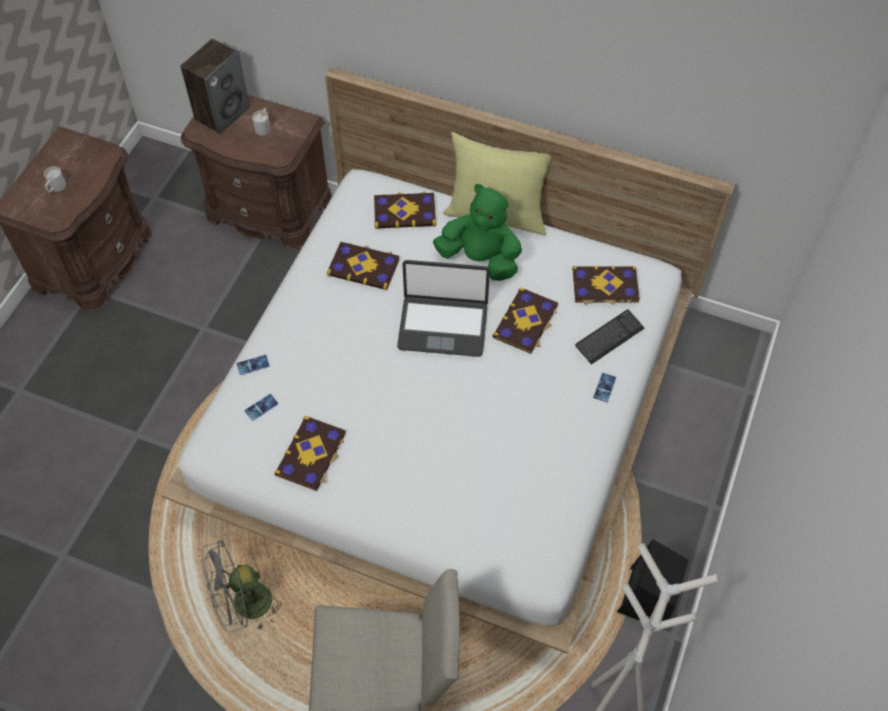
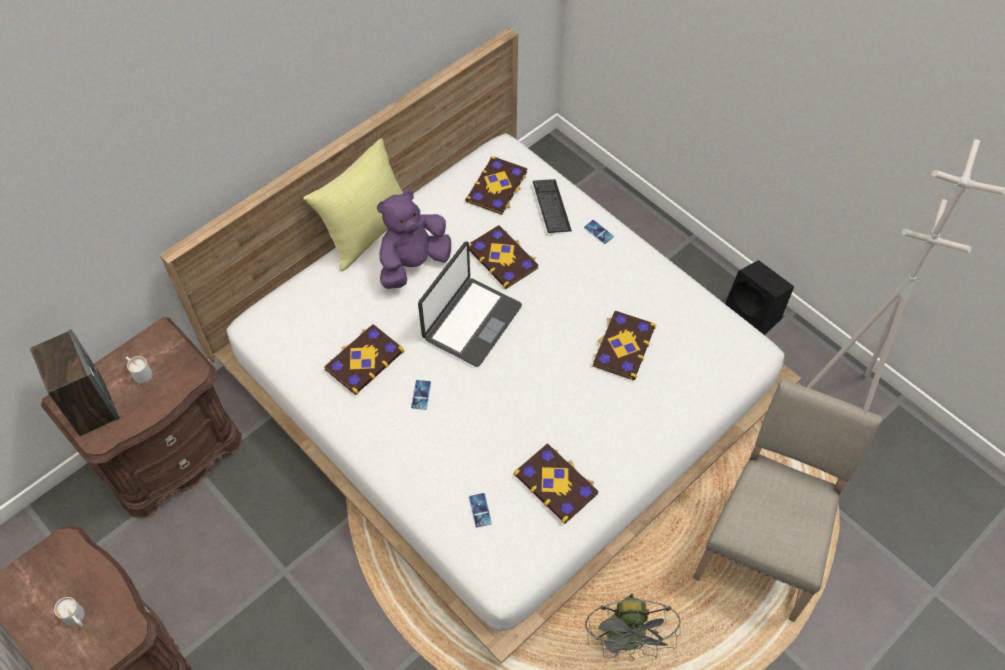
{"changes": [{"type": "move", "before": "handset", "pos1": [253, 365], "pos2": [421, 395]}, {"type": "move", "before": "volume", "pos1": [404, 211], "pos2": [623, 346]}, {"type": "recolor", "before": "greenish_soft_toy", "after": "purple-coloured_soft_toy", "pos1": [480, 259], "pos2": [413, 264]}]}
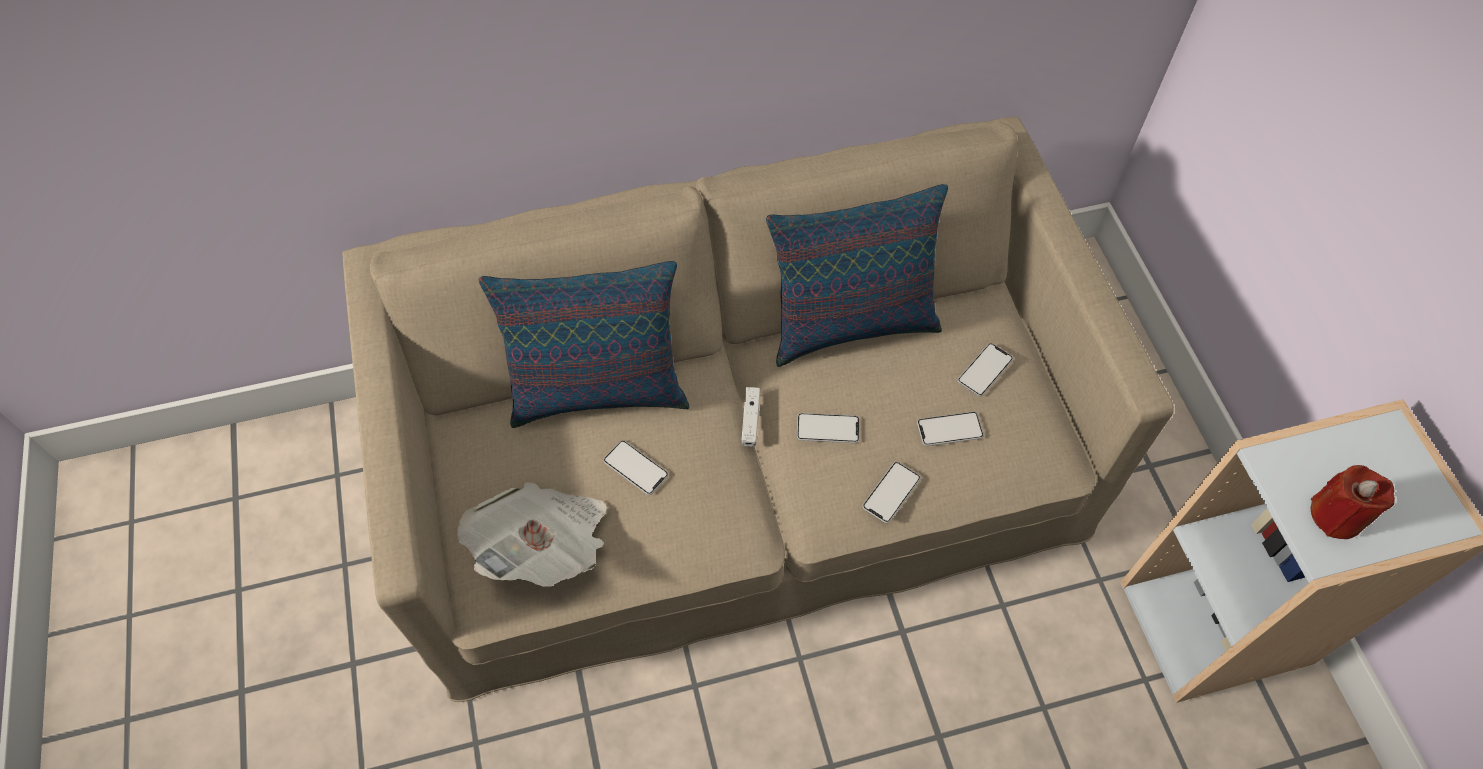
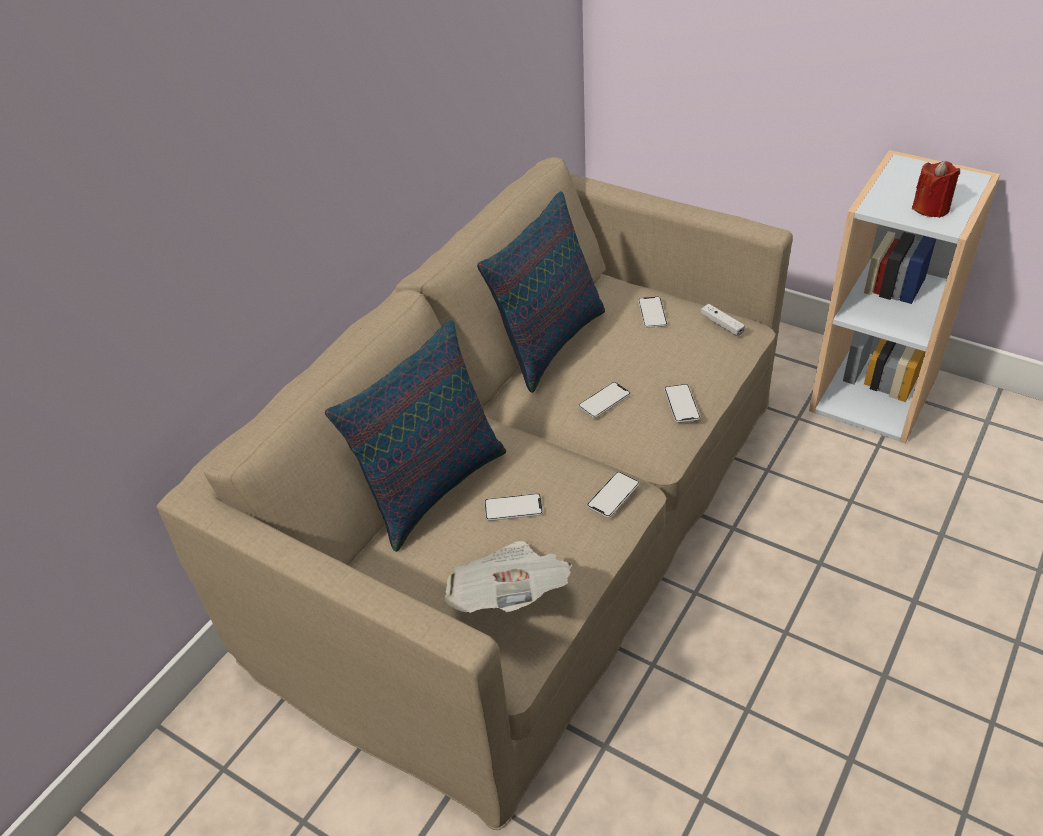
{"changes": [{"type": "move", "before": "white_gamepad", "pos1": [750, 420], "pos2": [722, 324]}, {"type": "move", "before": "handset", "pos1": [949, 429], "pos2": [613, 495]}]}
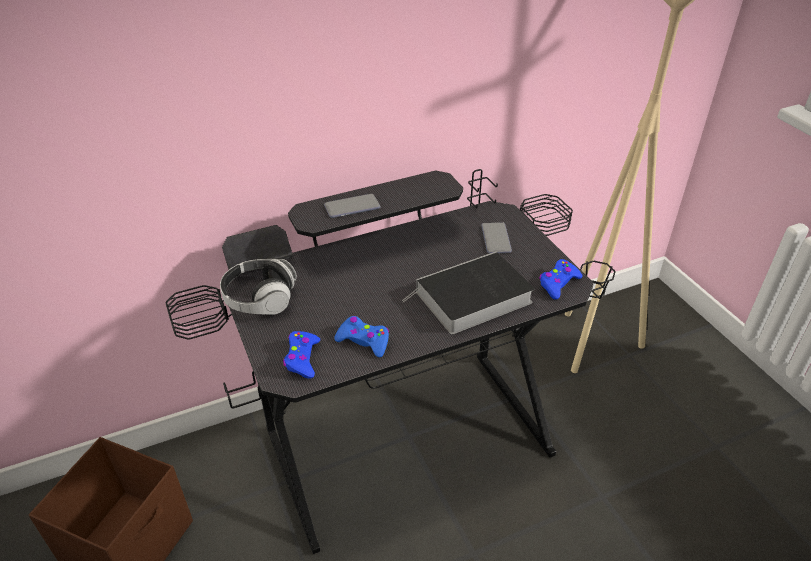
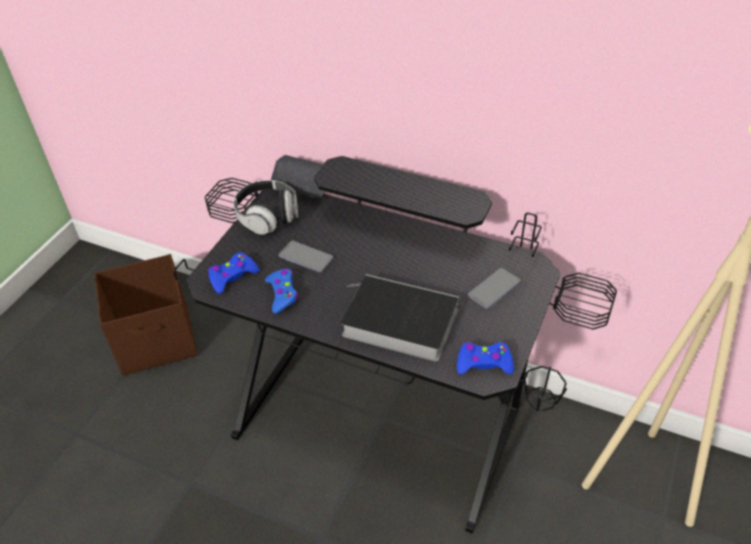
{"changes": [{"type": "move", "before": "handset", "pos1": [352, 207], "pos2": [305, 257]}]}
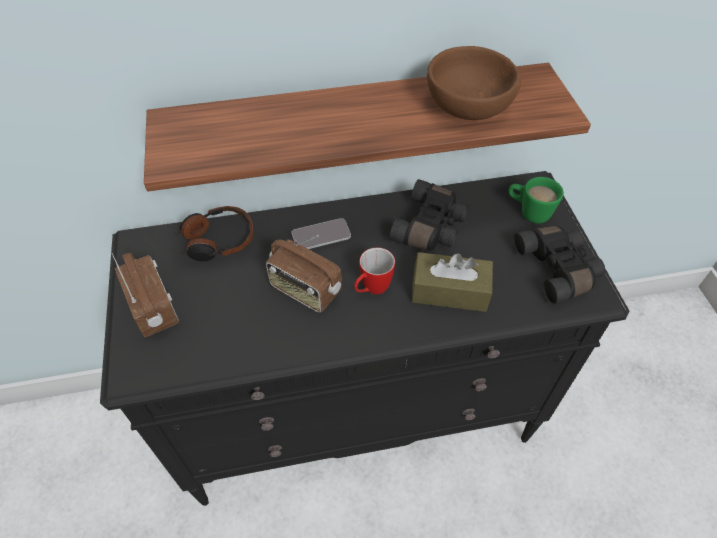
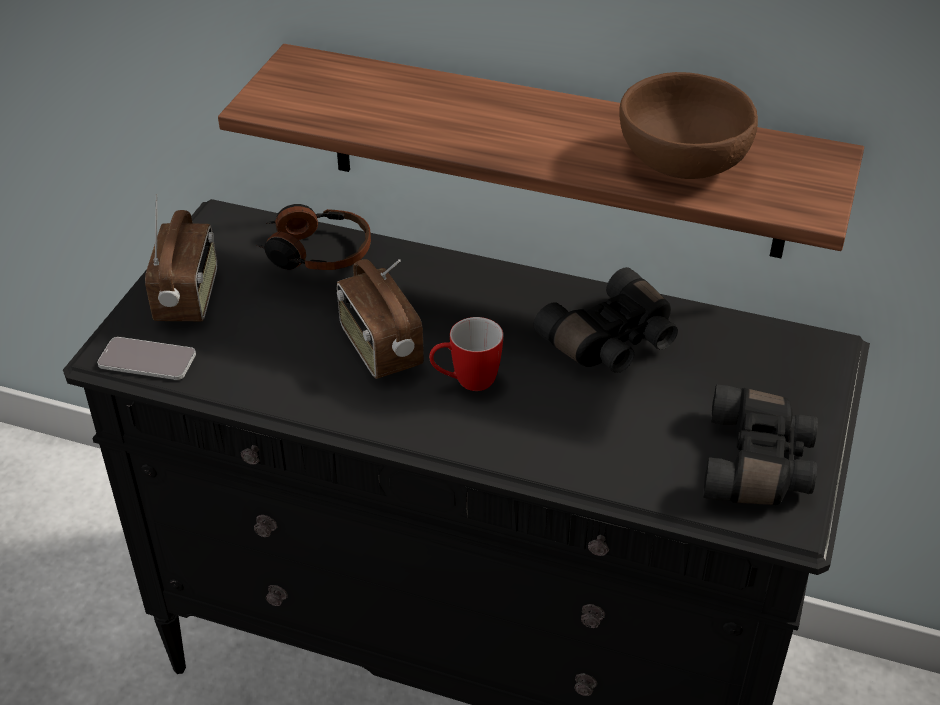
{"changes": [{"type": "move", "before": "handset", "pos1": [321, 235], "pos2": [147, 360]}, {"type": "delete", "before": "brownish_tissue_holder", "pos1": [449, 291]}, {"type": "delete", "before": "greenish_tea_mug", "pos1": [528, 212]}]}
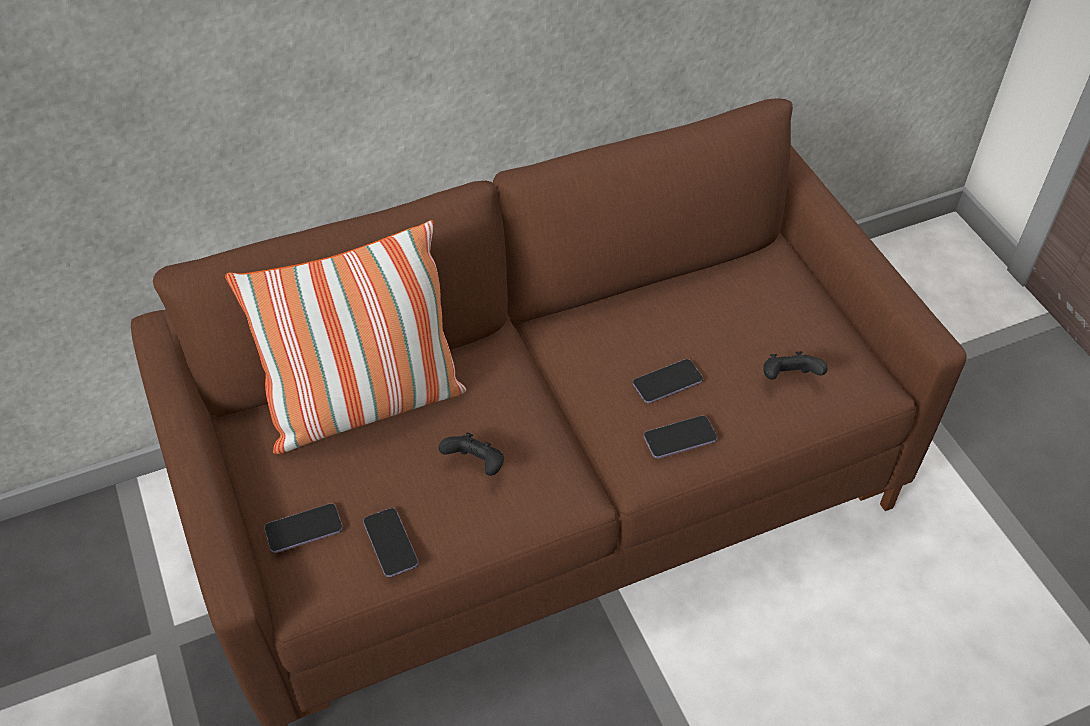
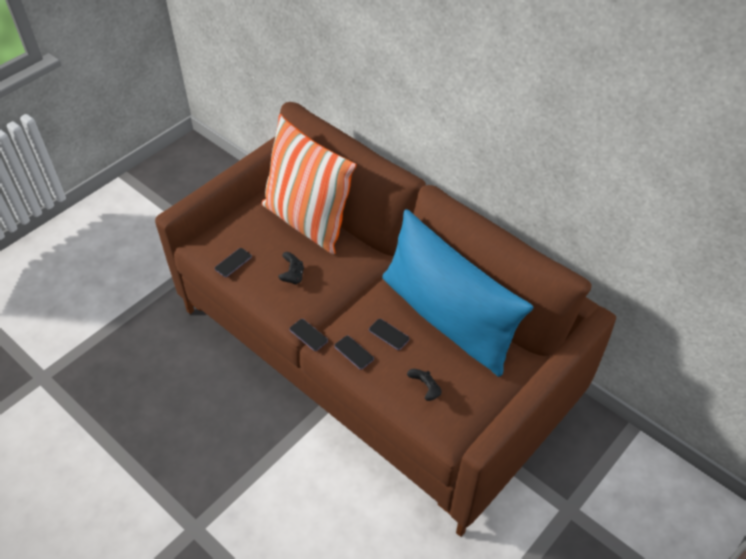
{"changes": [{"type": "move", "before": "handset", "pos1": [304, 529], "pos2": [308, 335]}, {"type": "insert", "after": "blue-coloured_cushion", "pos2": [447, 318]}]}
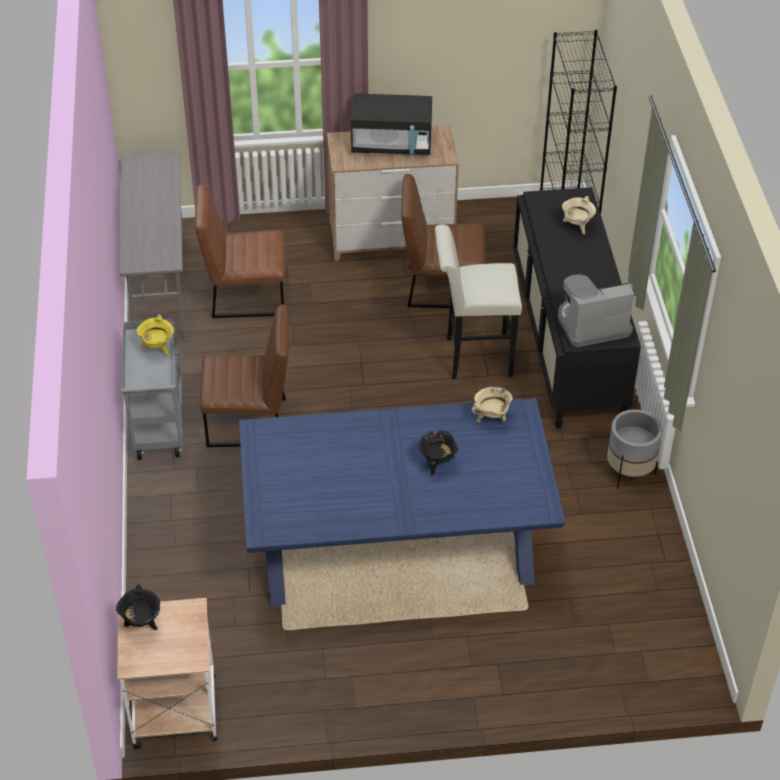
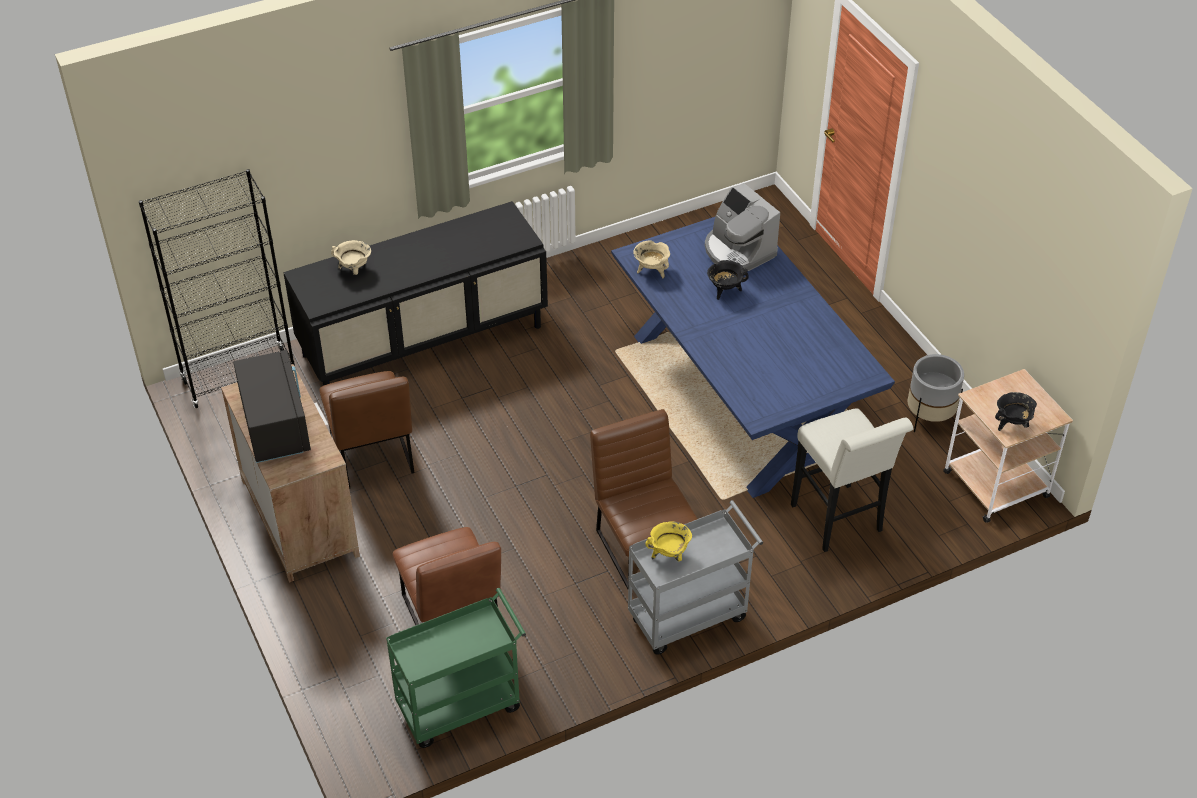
{"changes": [{"type": "replace", "before": "greyish_desk_unit", "after": "greenish_wheeled_cart", "pos1": [159, 284], "pos2": [462, 710]}, {"type": "move", "before": "white_stool", "pos1": [472, 357], "pos2": [839, 522]}, {"type": "move", "before": "coffee_maker", "pos1": [591, 324], "pos2": [738, 251]}, {"type": "move", "before": "greyish_planter", "pos1": [629, 472], "pos2": [929, 418]}]}
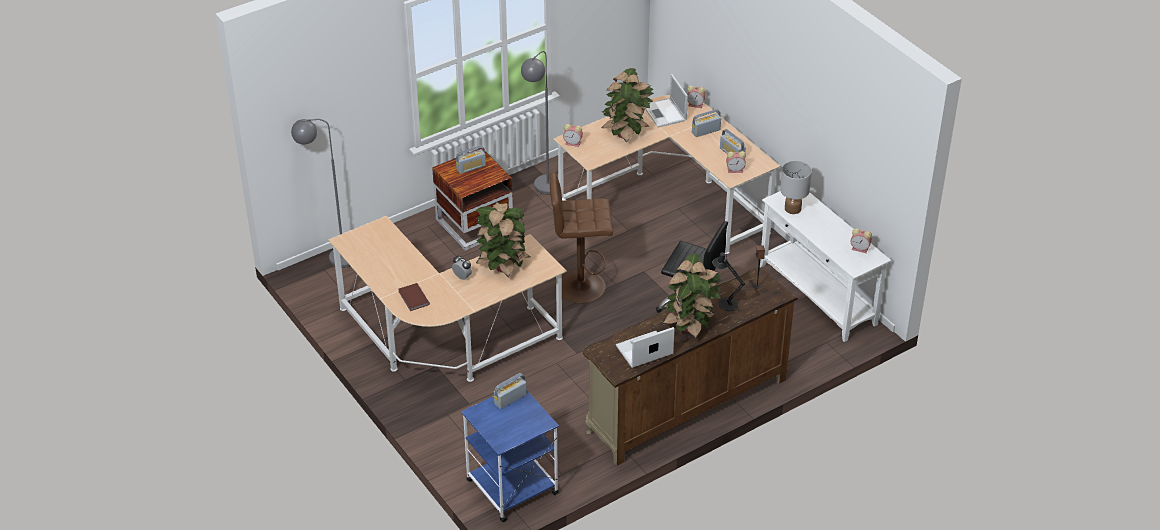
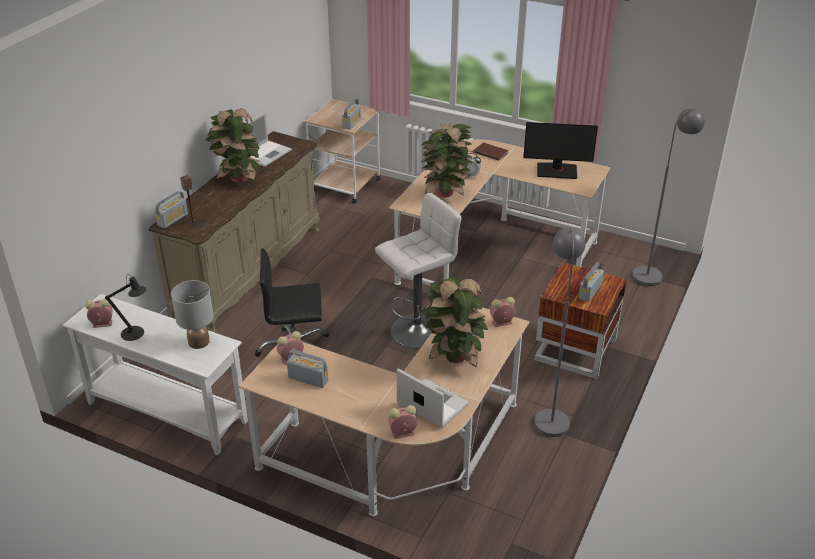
{"changes": [{"type": "recolor", "before": "blue-coloured_wheeled_cart", "after": "beige-coloured_wheeled_cart", "pos1": [511, 488], "pos2": [346, 185]}, {"type": "recolor", "before": "brownish_stool", "after": "white_stool", "pos1": [580, 286], "pos2": [418, 331]}, {"type": "move", "before": "radio_set", "pos1": [706, 131], "pos2": [172, 220]}, {"type": "move", "before": "black_lamp_for_a_table", "pos1": [725, 303], "pos2": [135, 333]}, {"type": "insert", "after": "computer_display", "pos2": [556, 171]}]}
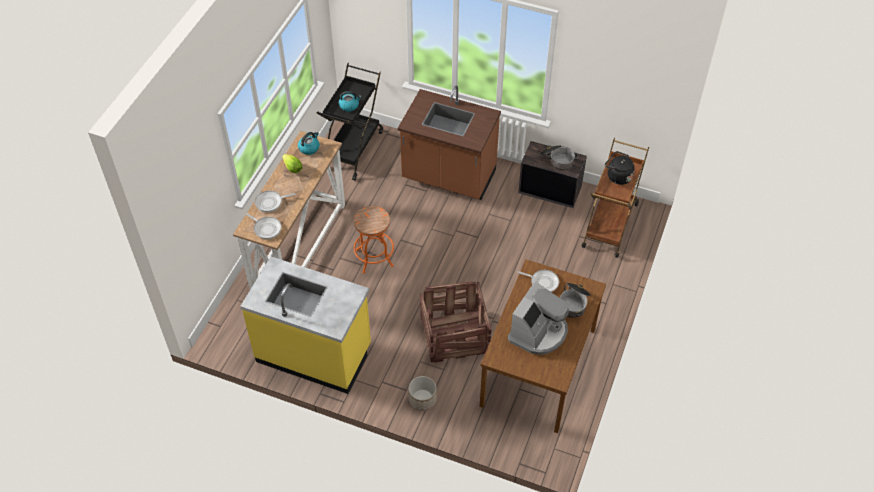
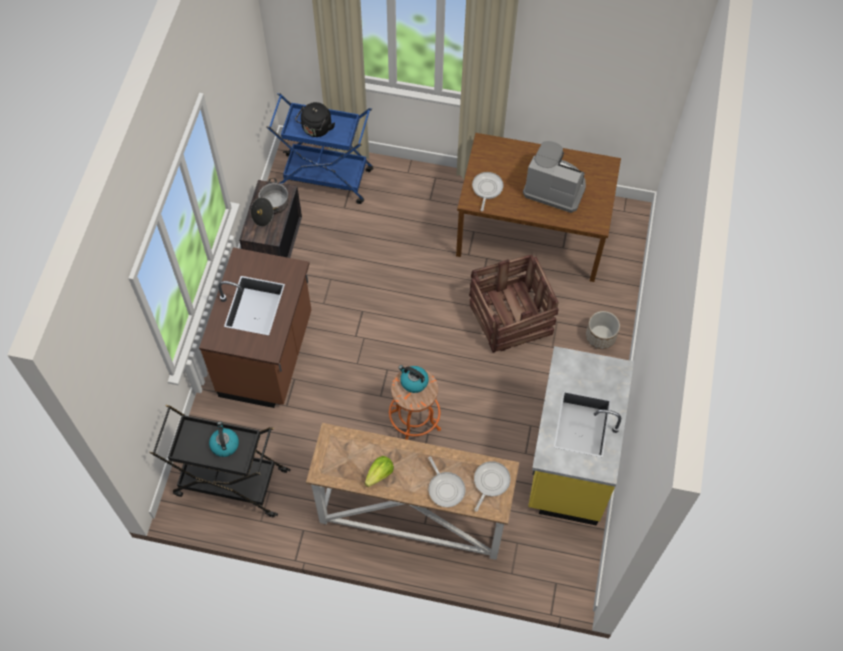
{"changes": [{"type": "move", "before": "tea_kettle", "pos1": [309, 148], "pos2": [413, 382]}, {"type": "delete", "before": "cooking_pot", "pos1": [574, 303]}, {"type": "recolor", "before": "brownish_wheeled_cart", "after": "blue-coloured_wheeled_cart", "pos1": [609, 226], "pos2": [325, 180]}]}
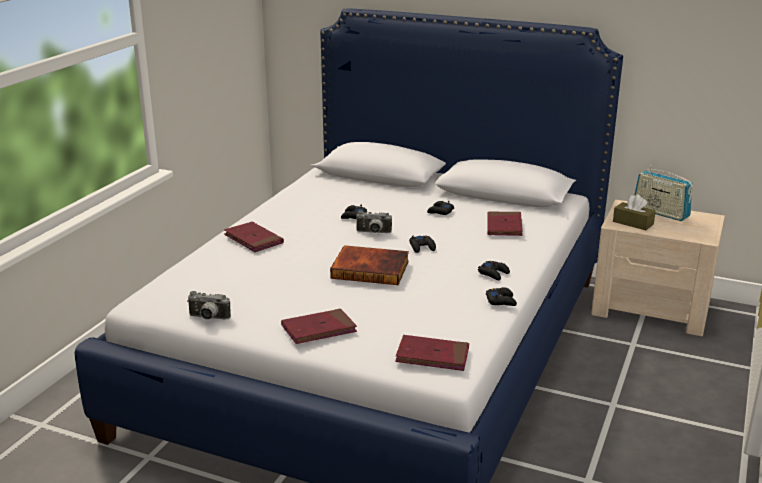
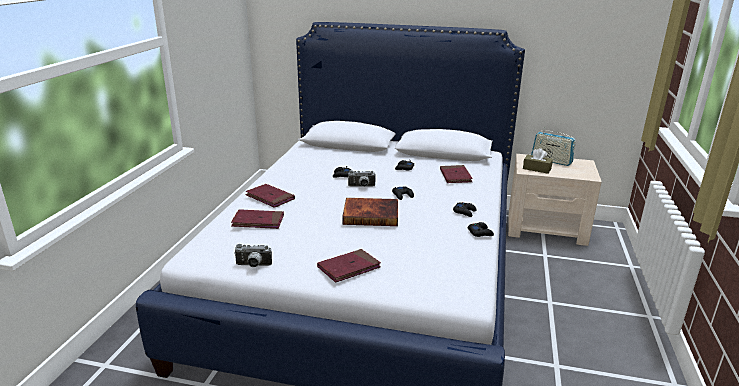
{"changes": [{"type": "move", "before": "red-coloured_volume", "pos1": [432, 356], "pos2": [258, 221]}]}
